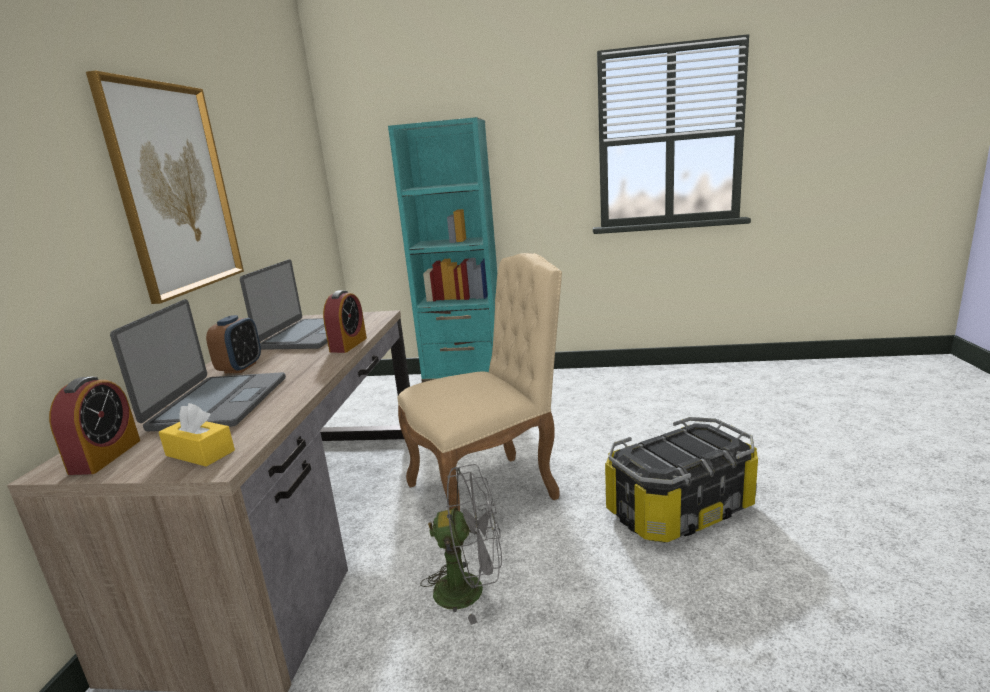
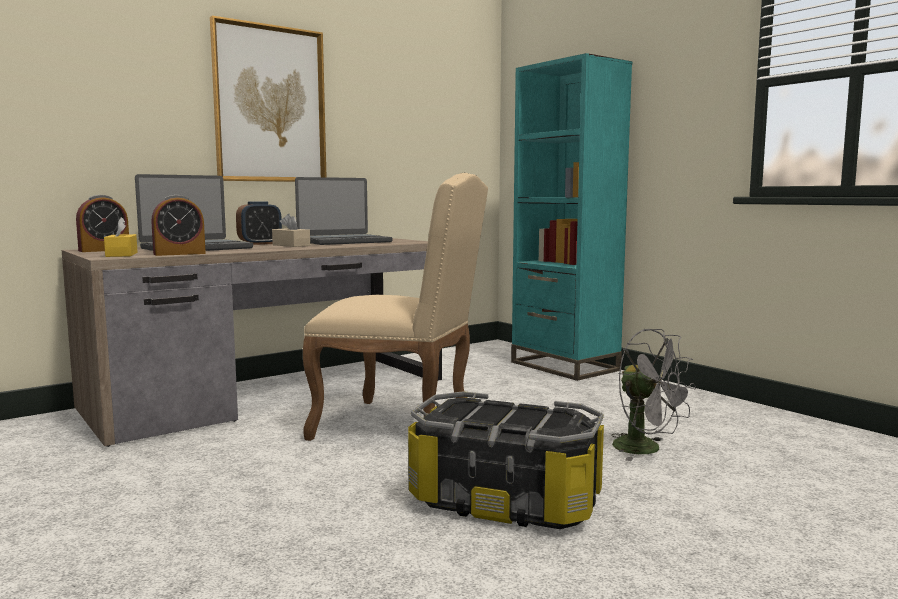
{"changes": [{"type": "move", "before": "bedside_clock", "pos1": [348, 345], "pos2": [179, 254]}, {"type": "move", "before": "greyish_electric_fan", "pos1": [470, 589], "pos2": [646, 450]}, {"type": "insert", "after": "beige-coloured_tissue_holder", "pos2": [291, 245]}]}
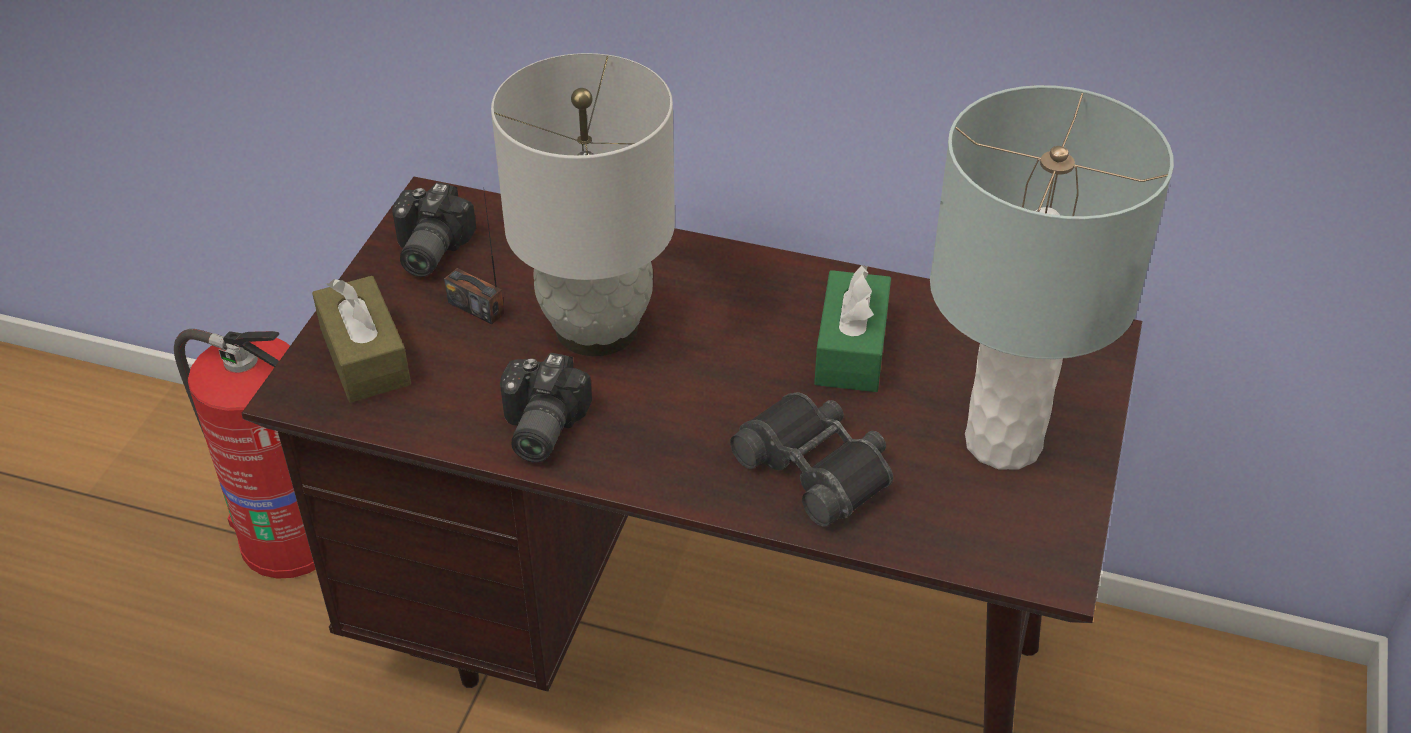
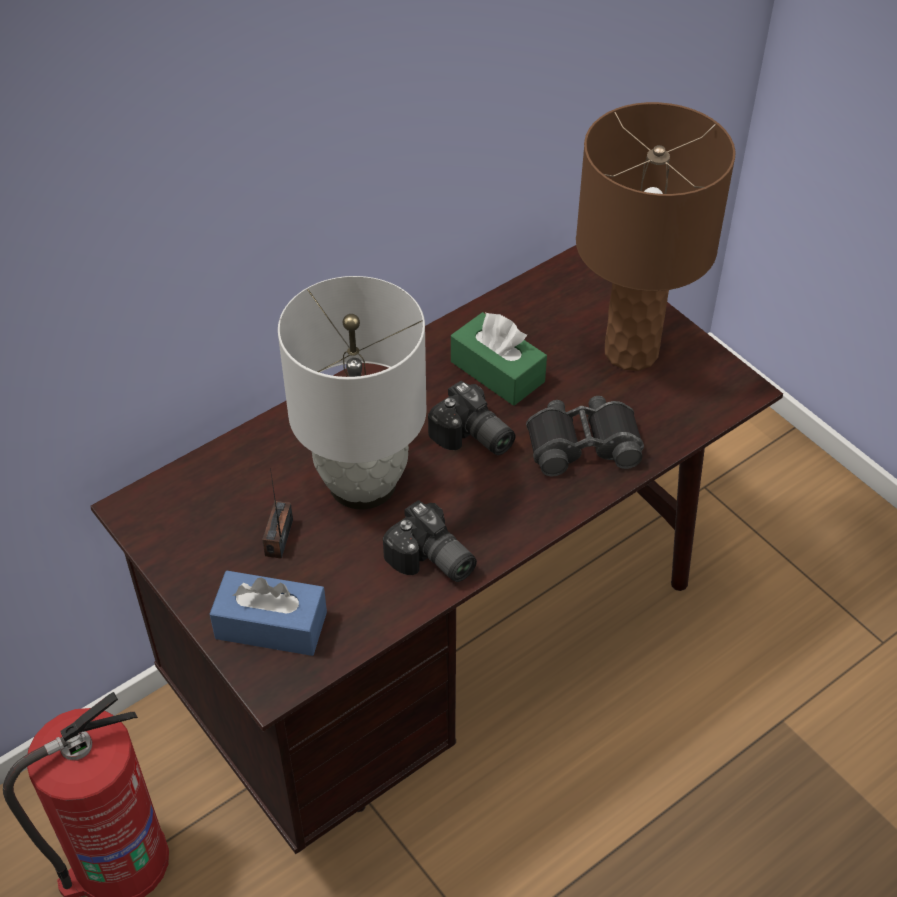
{"changes": [{"type": "recolor", "before": "brownish_tissue_holder", "after": "blue-coloured_tissue_holder", "pos1": [365, 356], "pos2": [271, 625]}, {"type": "move", "before": "photo_camera", "pos1": [426, 251], "pos2": [472, 438]}, {"type": "rotate", "before": "radio_set", "pos1": [476, 308], "pos2": [279, 538], "turn": 120}, {"type": "recolor", "before": "greyish_lamp_for_a_table", "after": "brownish_lamp_for_a_table", "pos1": [1003, 441], "pos2": [630, 351]}]}
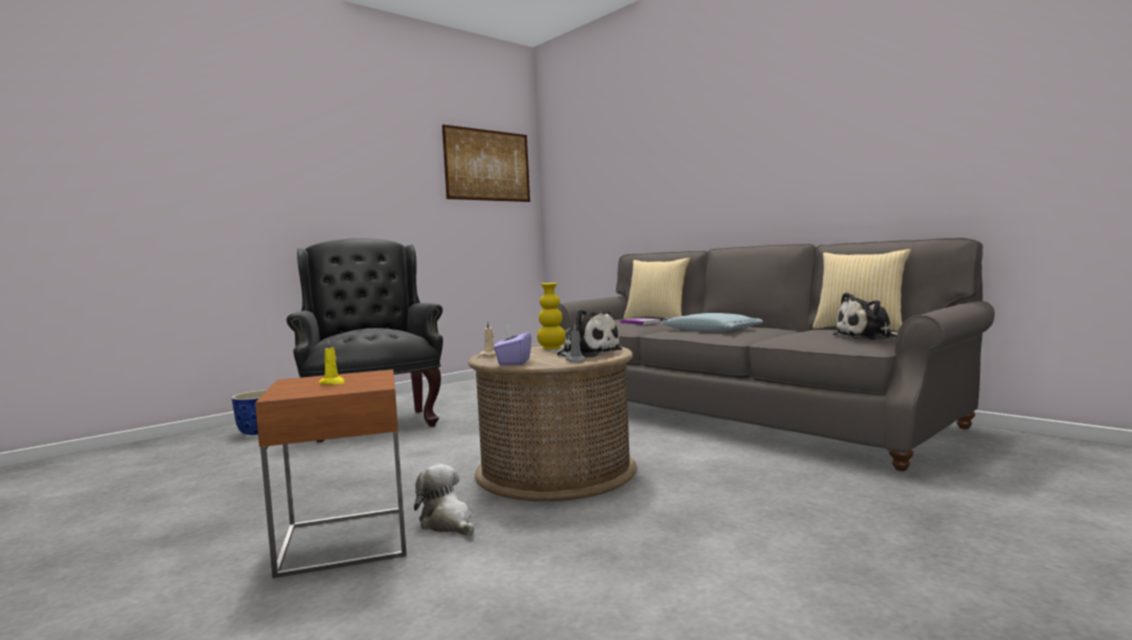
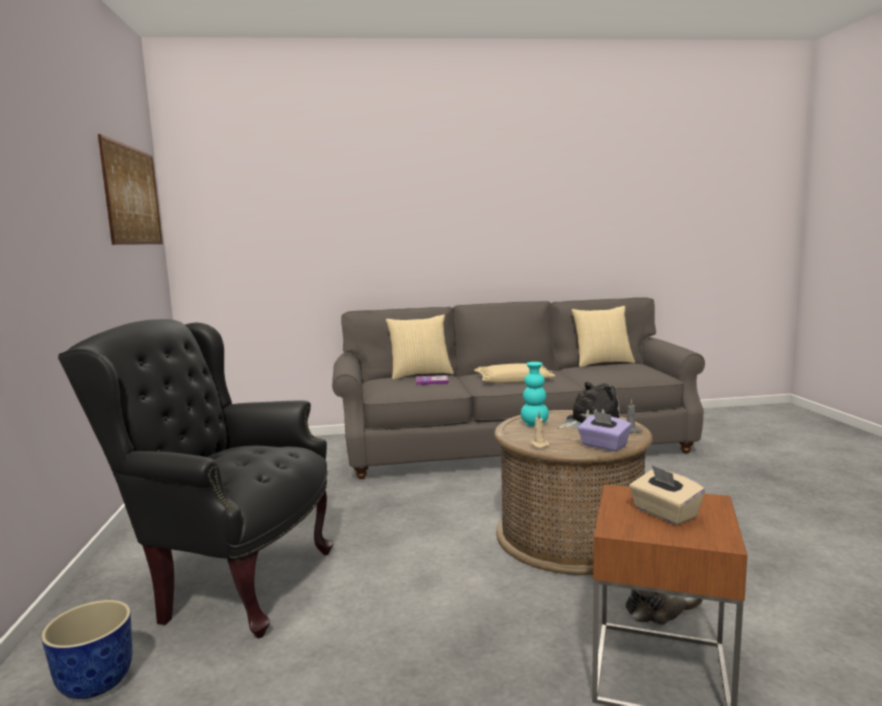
{"changes": [{"type": "replace", "before": "yellow-coloured_wax_light", "after": "beige-coloured_tissue_holder", "pos1": [333, 383], "pos2": [664, 513]}, {"type": "recolor", "before": "yellow-coloured_vase", "after": "turquoise_vase", "pos1": [552, 348], "pos2": [534, 425]}, {"type": "recolor", "before": "blue-coloured_cushion", "after": "beige-coloured_cushion", "pos1": [711, 329], "pos2": [513, 379]}, {"type": "delete", "before": "soft_toy", "pos1": [869, 337]}]}
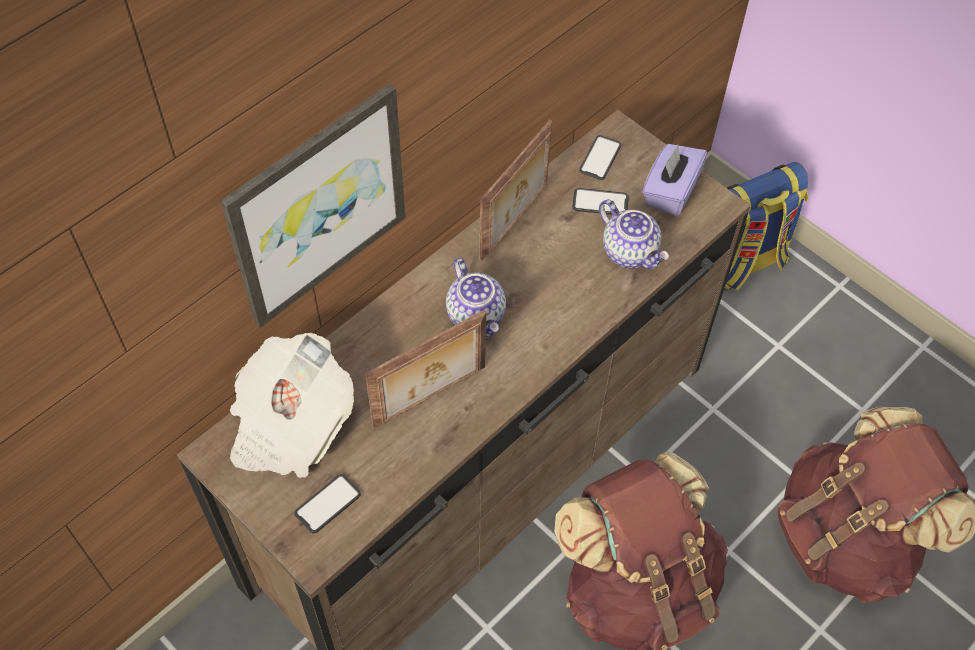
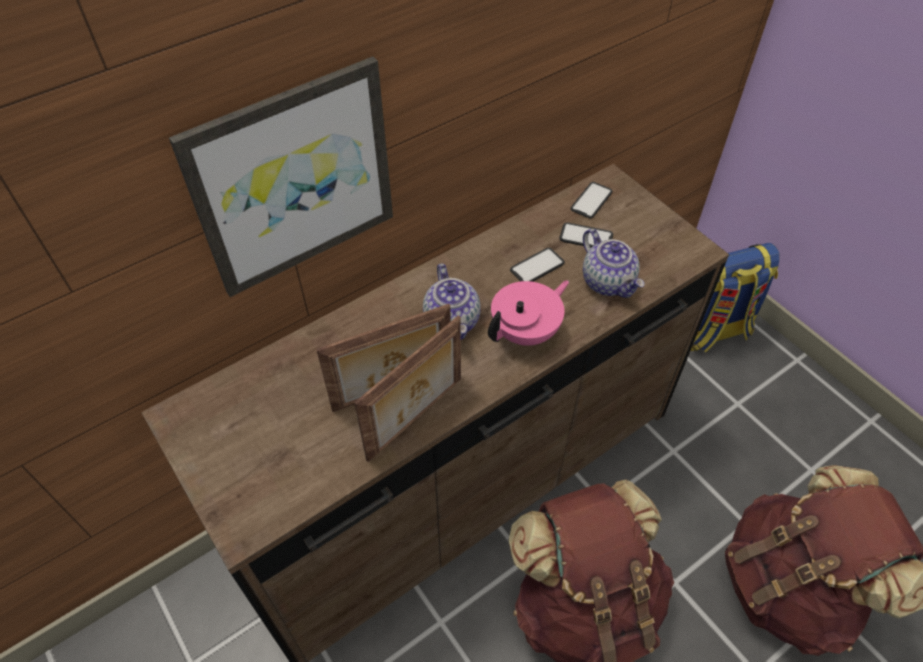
{"changes": [{"type": "delete", "before": "newspaper", "pos1": [289, 425]}, {"type": "move", "before": "handset", "pos1": [328, 504], "pos2": [537, 267]}, {"type": "move", "before": "photo_frame", "pos1": [515, 221], "pos2": [416, 420]}, {"type": "delete", "before": "purple-coloured_tissue_holder", "pos1": [670, 192]}, {"type": "insert", "after": "pink_teapot", "pos2": [526, 332]}]}
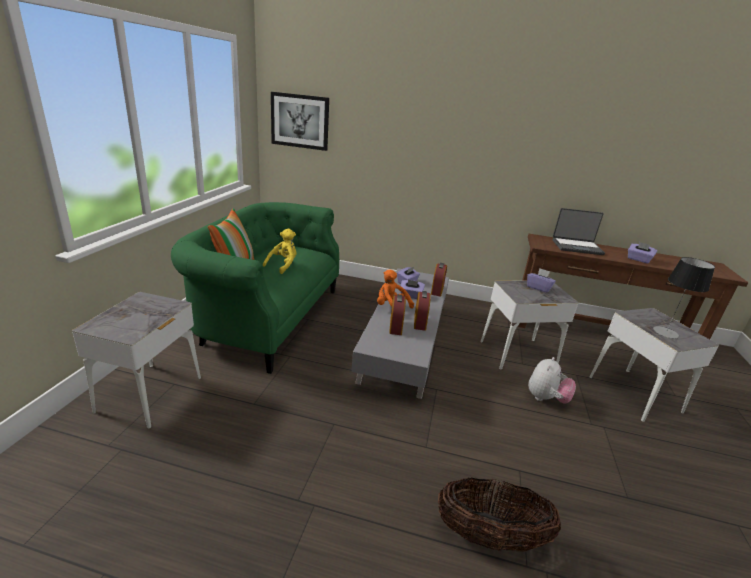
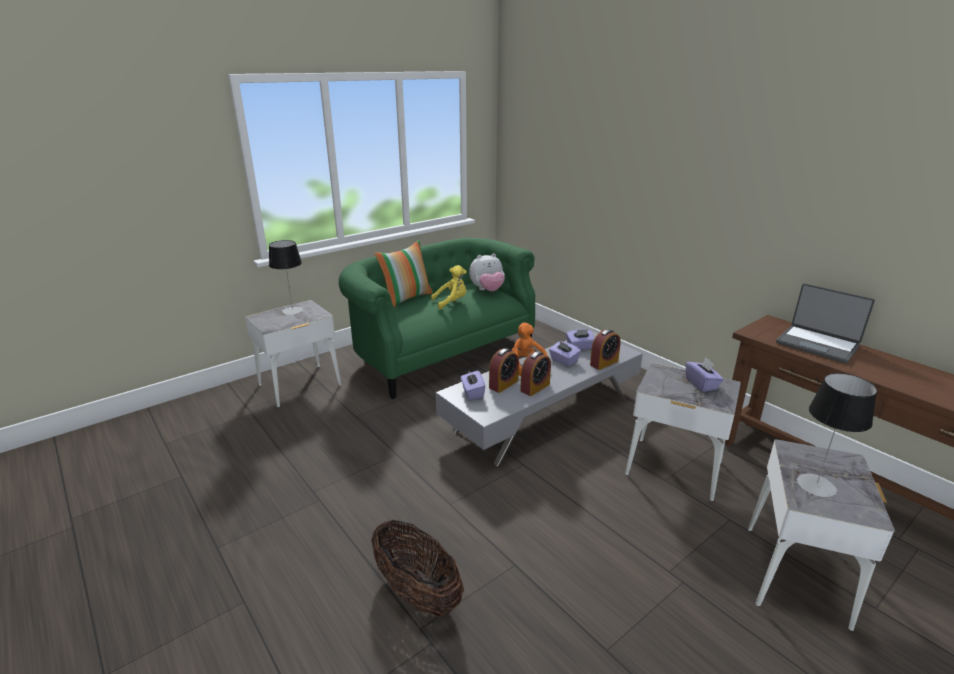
{"changes": [{"type": "delete", "before": "wall_picture", "pos1": [300, 121]}, {"type": "move", "before": "soft_toy", "pos1": [546, 398], "pos2": [487, 290]}, {"type": "move", "before": "purple-coloured_tissue_holder", "pos1": [638, 260], "pos2": [472, 393]}, {"type": "insert", "after": "lamp_for_a_table", "pos2": [292, 310]}]}
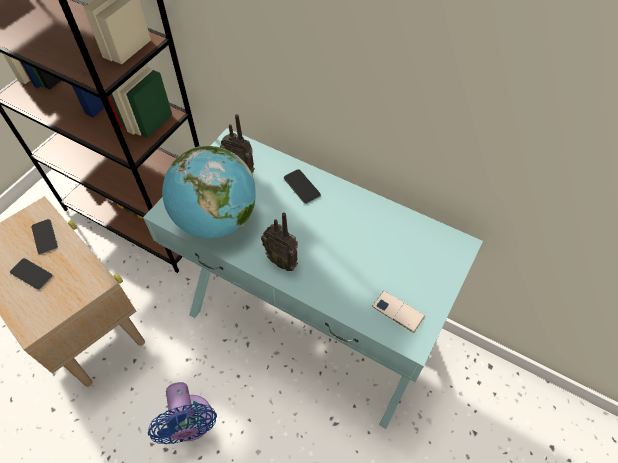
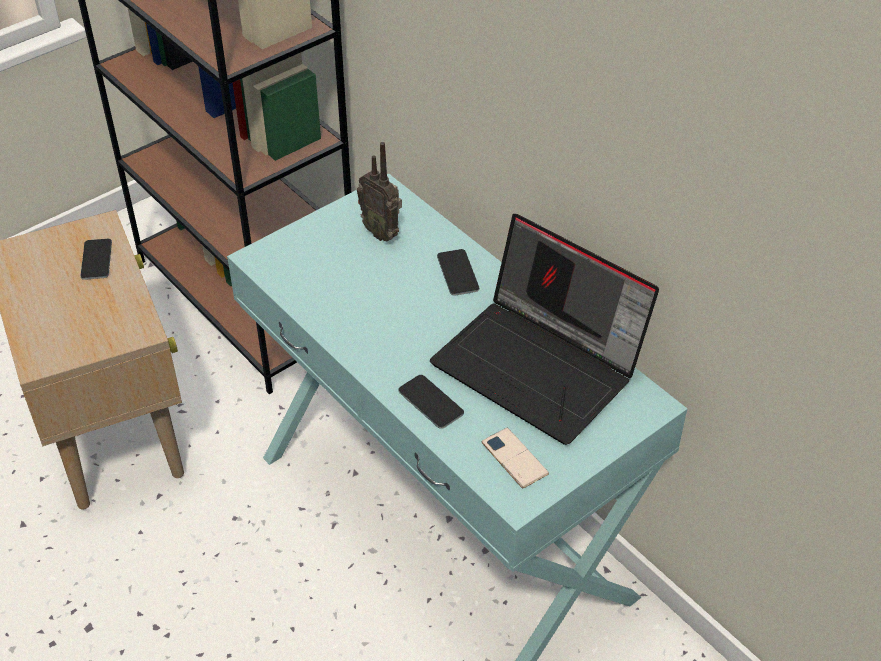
{"changes": [{"type": "move", "before": "handset", "pos1": [31, 274], "pos2": [430, 402]}, {"type": "delete", "before": "blue-coloured_electric_fan", "pos1": [191, 423]}, {"type": "delete", "before": "globe", "pos1": [216, 220]}, {"type": "delete", "before": "radio_set", "pos1": [282, 261]}, {"type": "insert", "after": "notebook_computer", "pos2": [541, 366]}]}
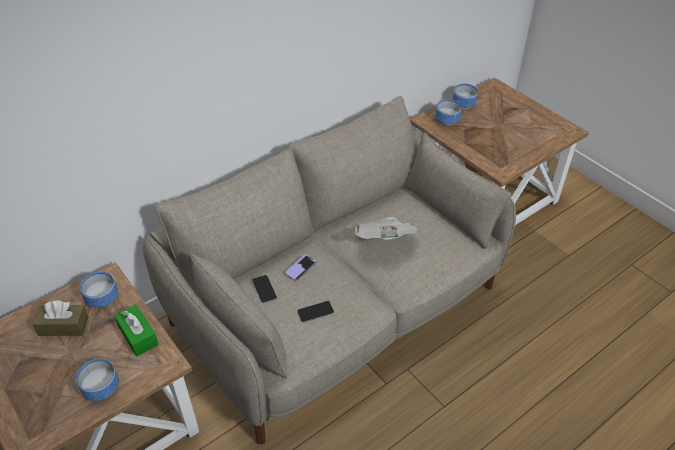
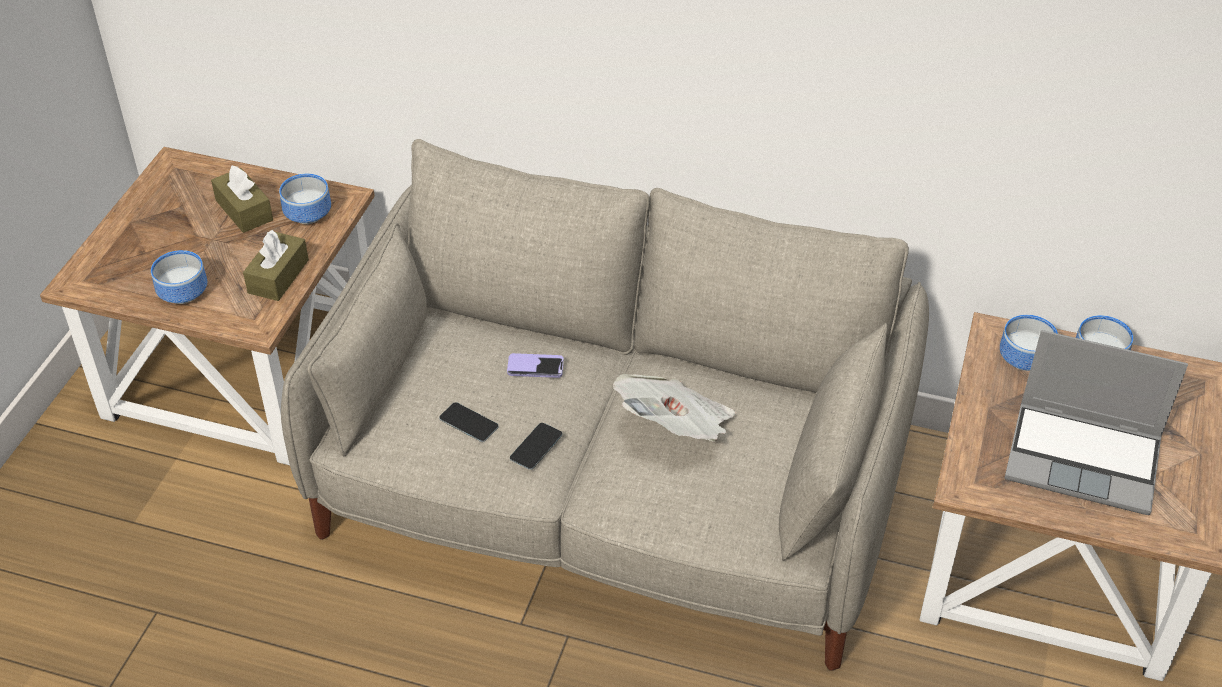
{"changes": [{"type": "recolor", "before": "greenish_tissue_holder", "after": "brownish_tissue_holder", "pos1": [138, 335], "pos2": [278, 276]}, {"type": "move", "before": "handset", "pos1": [264, 289], "pos2": [536, 446]}, {"type": "insert", "after": "notebook_computer", "pos2": [1084, 459]}]}
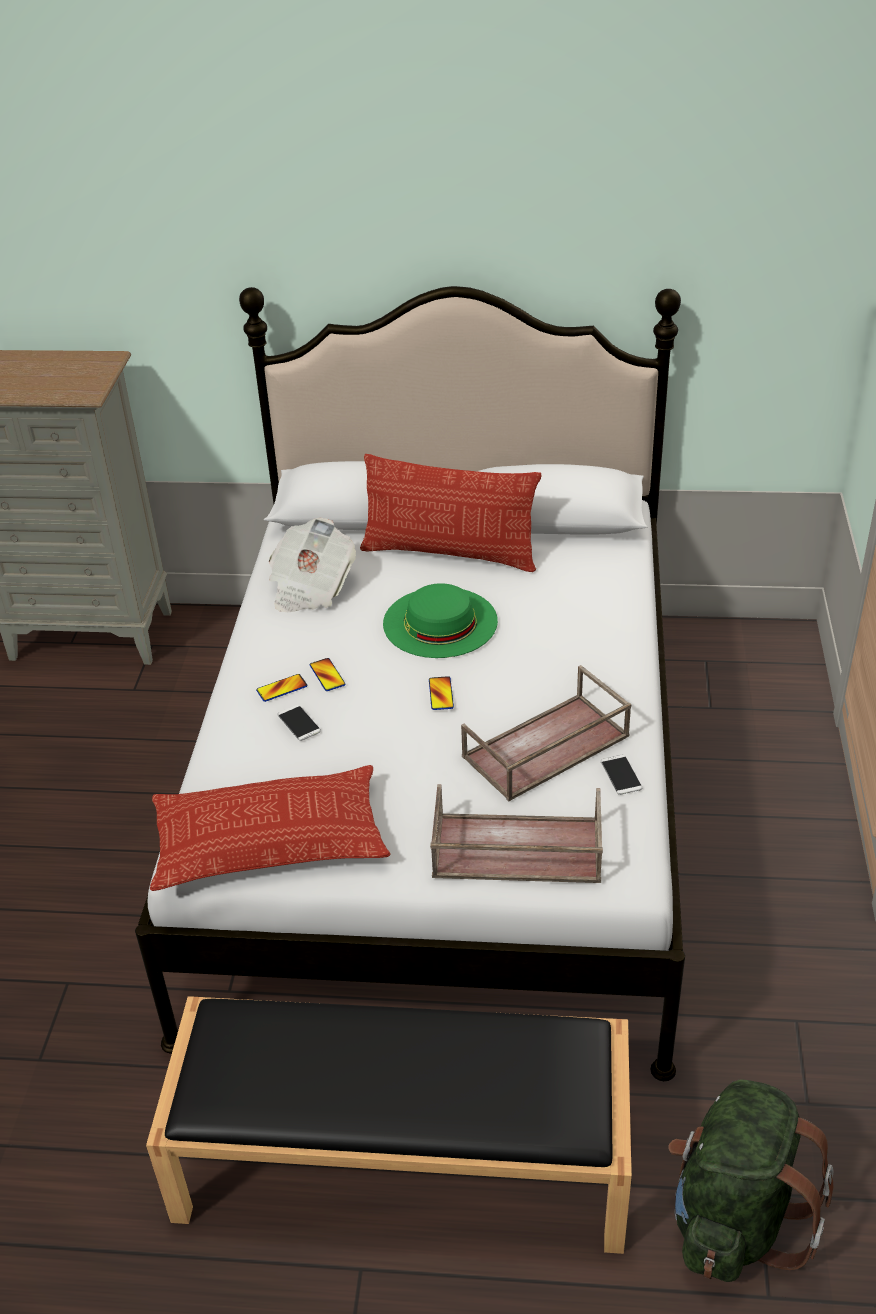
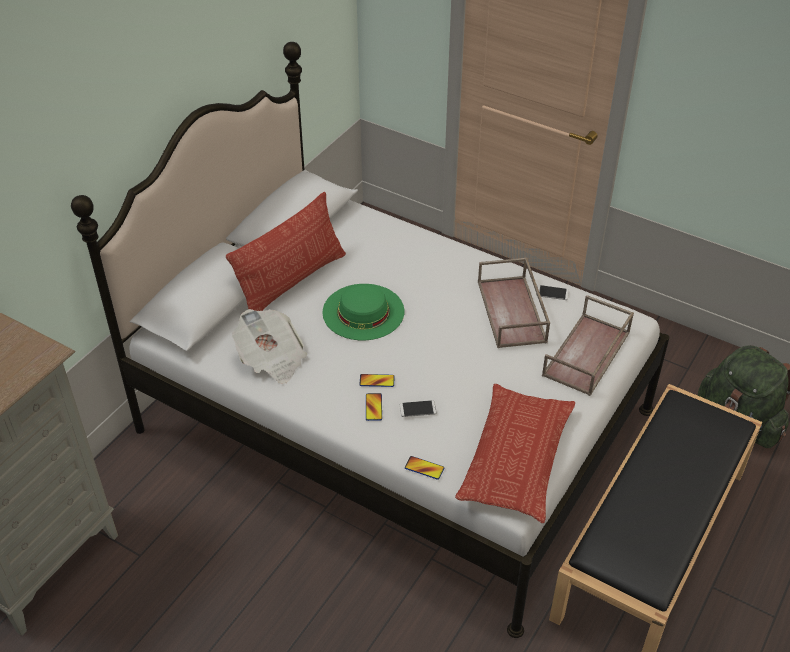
{"changes": [{"type": "move", "before": "handset", "pos1": [441, 694], "pos2": [424, 468]}]}
